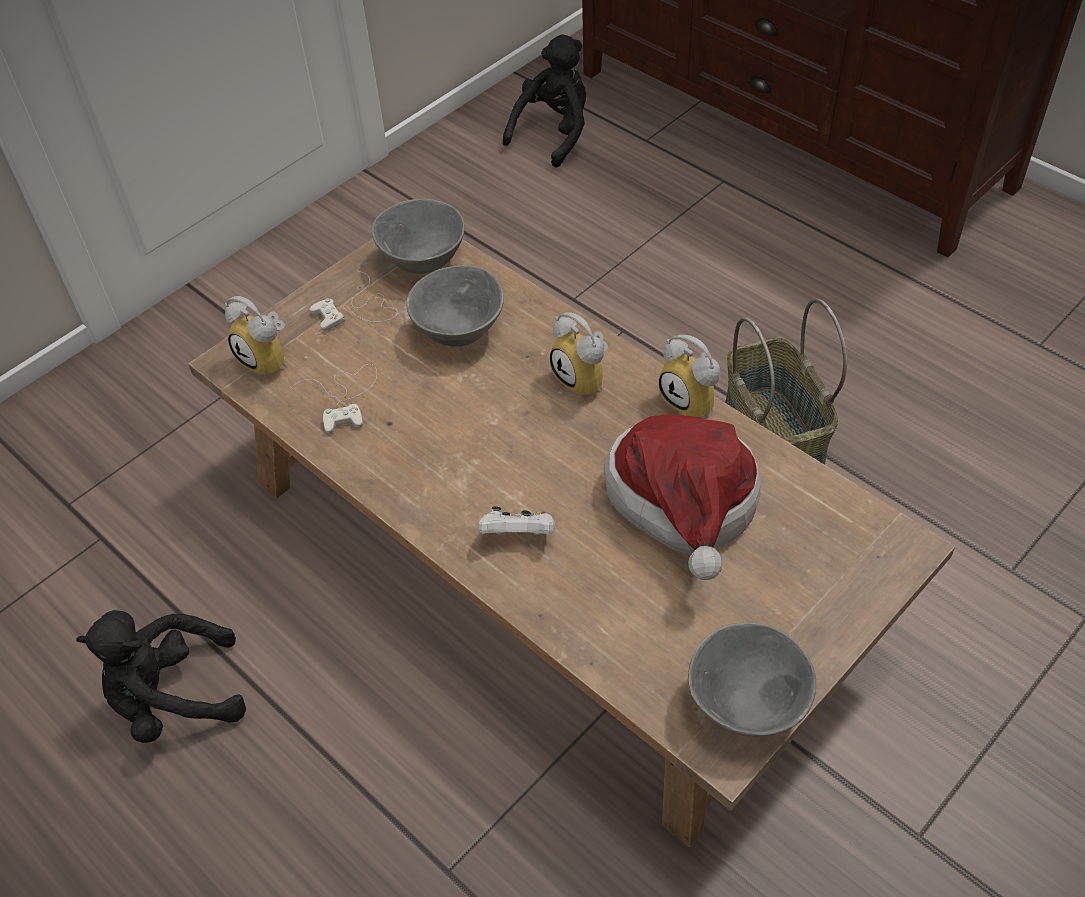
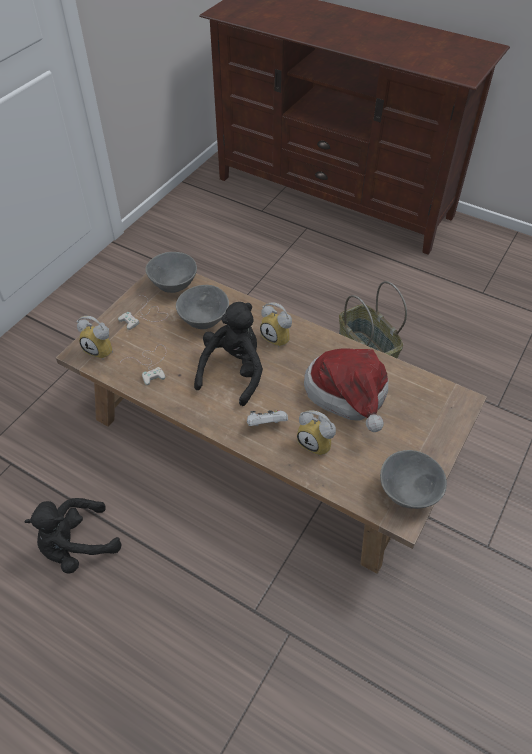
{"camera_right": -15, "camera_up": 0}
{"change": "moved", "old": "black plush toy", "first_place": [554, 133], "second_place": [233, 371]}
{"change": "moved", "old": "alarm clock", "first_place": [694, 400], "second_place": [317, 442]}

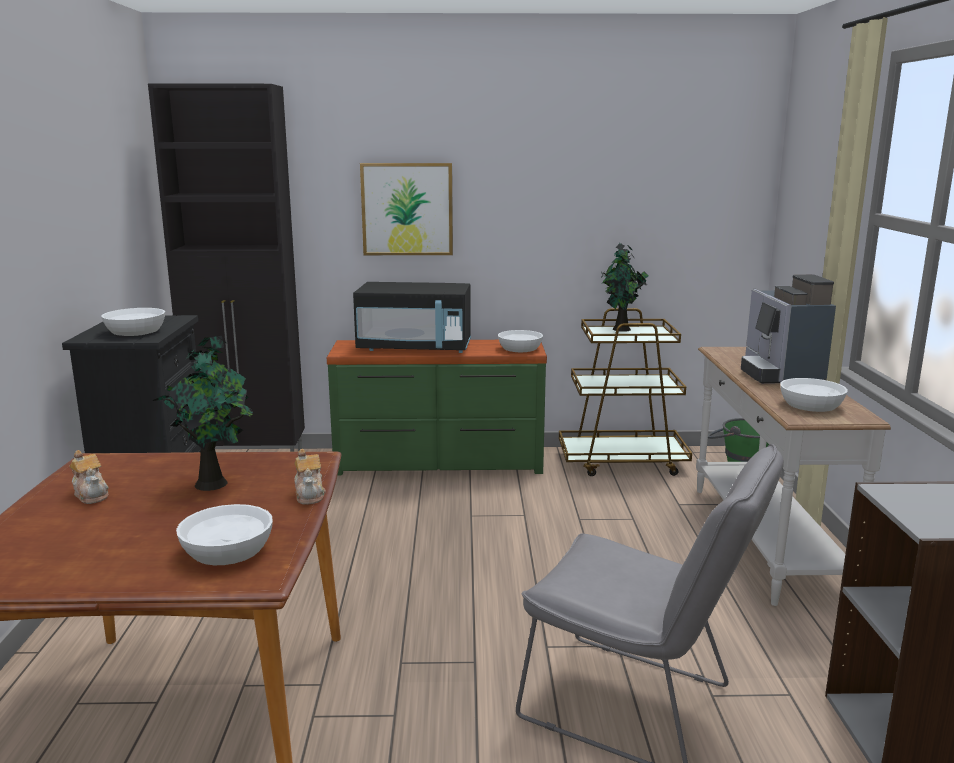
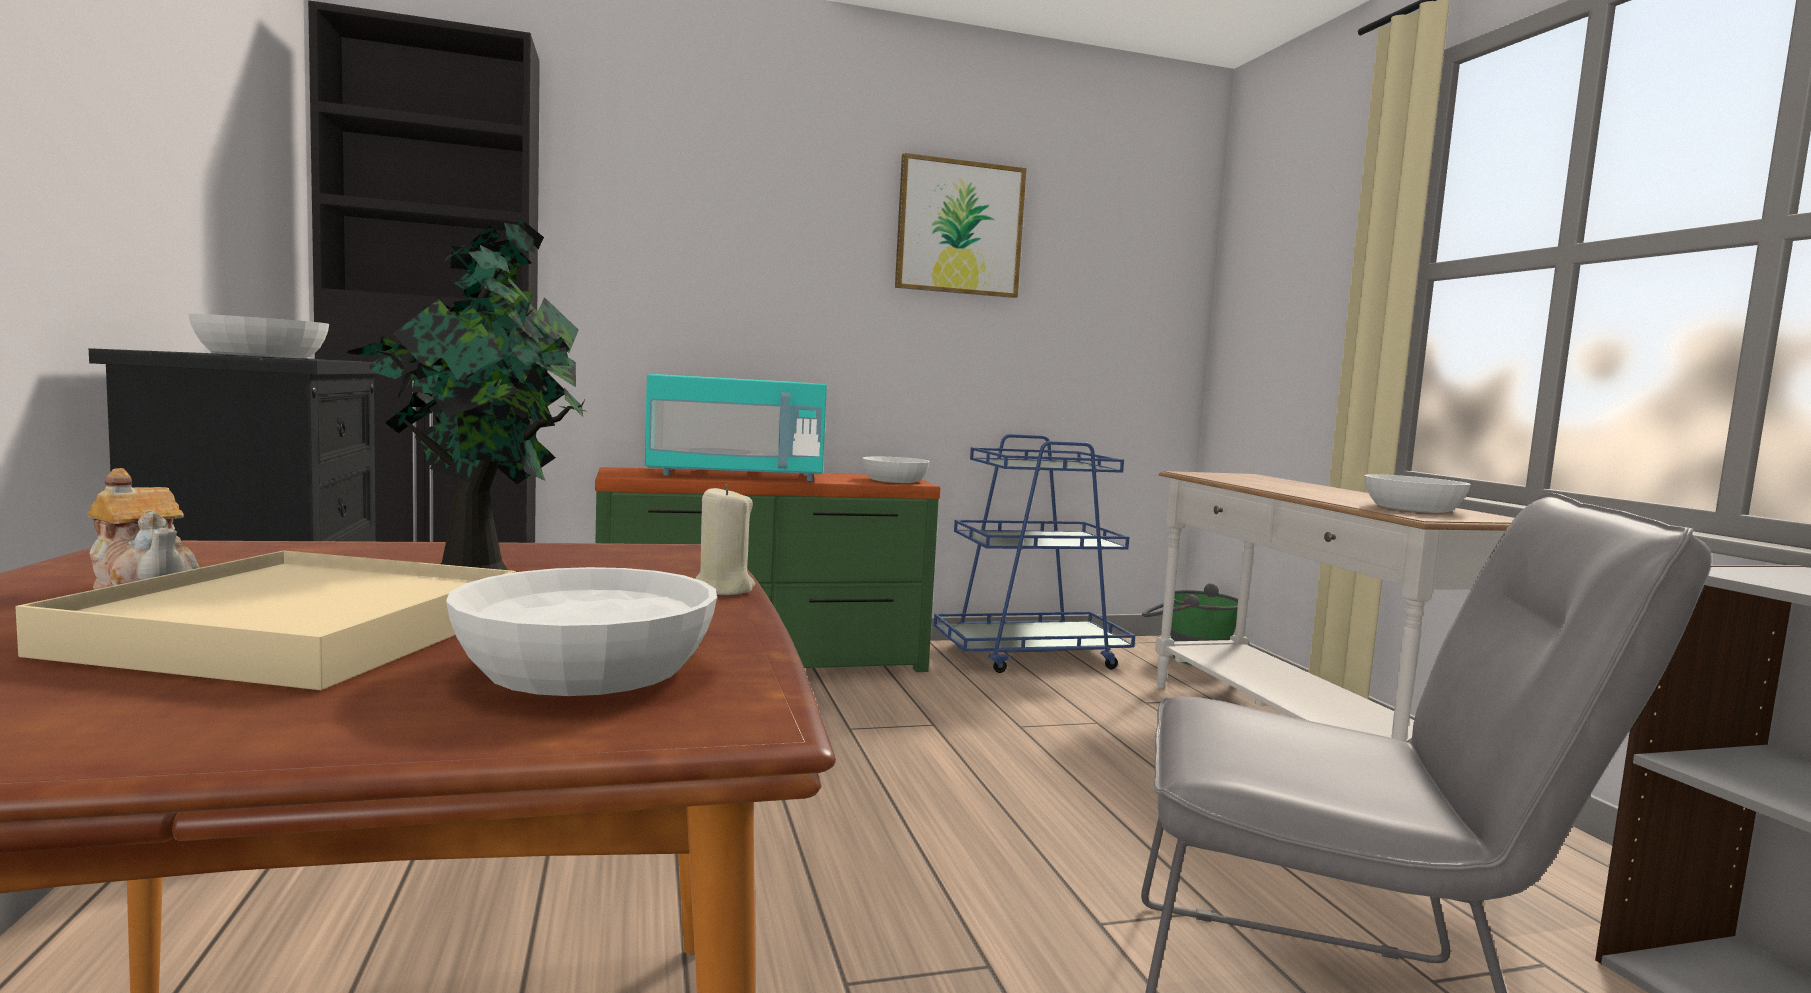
{"camera_right": -15, "camera_up": -10}
{"change": "removed", "old": "potted plant", "first_place": [621, 329]}
{"change": "removed", "old": "coffee brewer", "first_place": [779, 373]}
{"change": "added", "new": "beige-coloured carrying tray", "second_place": [299, 631]}
{"change": "moved", "old": "wall picture", "first_place": [407, 209], "second_place": [959, 228]}
{"change": "replaced", "old": "teapot", "new": "beige-coloured candle", "first_place": [310, 494], "second_place": [722, 589]}
{"change": "recoloured", "old": "black kitchen microwave", "new": "turquoise kitchen microwave", "first_place": [415, 348], "second_place": [736, 476]}
{"change": "recoloured", "old": "brown cart", "new": "bluish cart", "first_place": [622, 462], "second_place": [1031, 656]}

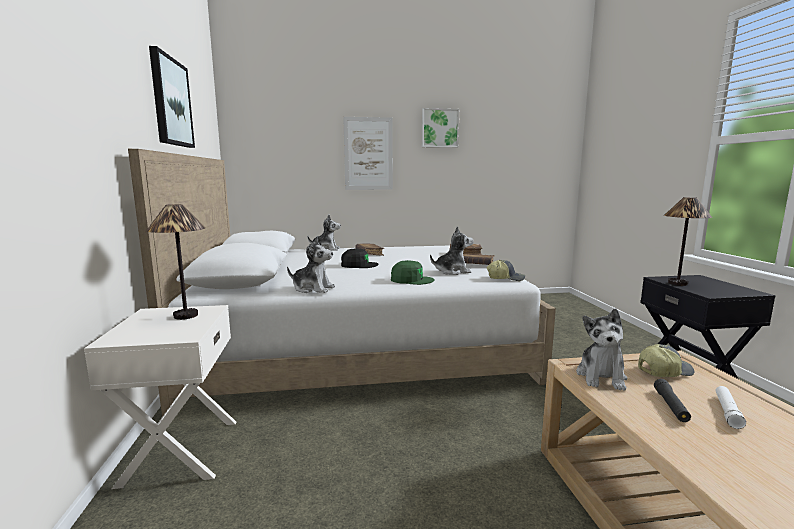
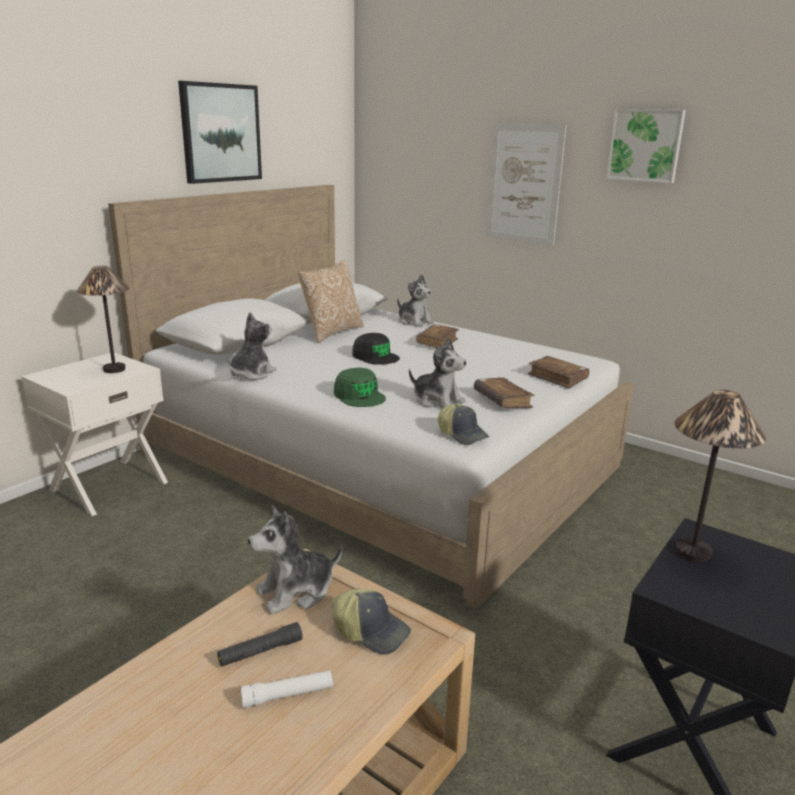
{"camera_right": 45, "camera_up": 10}
{"change": "added", "new": "throw pillow", "second_place": [331, 332]}
{"change": "turned", "old": "plush toy", "first_place": [313, 289], "second_place": [251, 374], "degrees": -120}

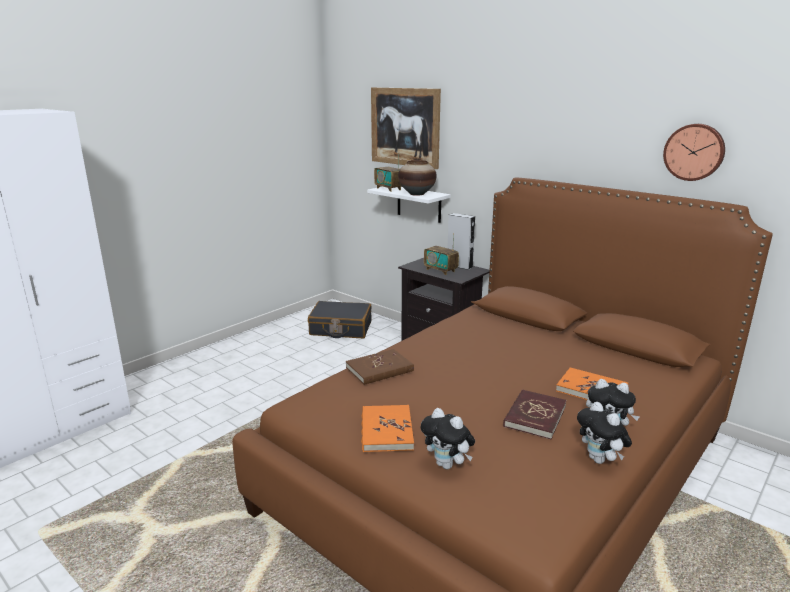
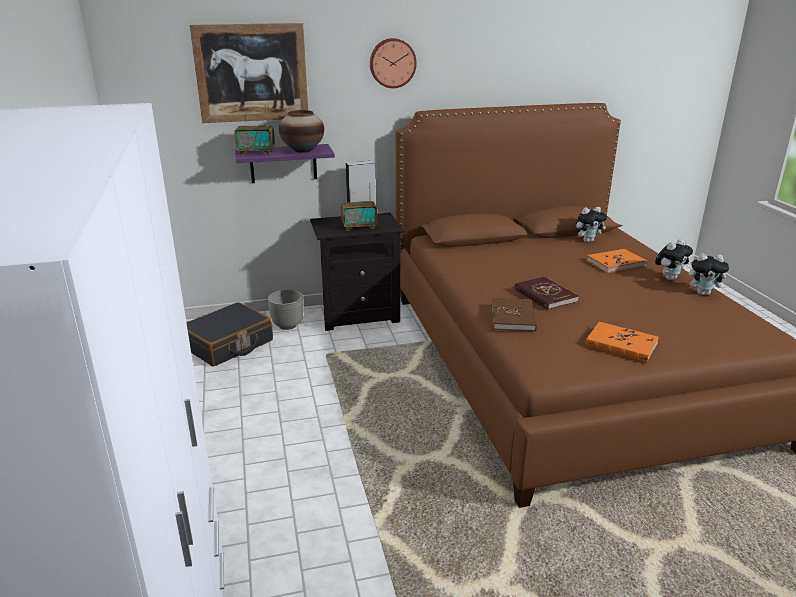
{"camera_right": -55, "camera_up": 5}
{"change": "added", "new": "planter", "second_place": [287, 325]}
{"change": "moved", "old": "plush toy", "first_place": [447, 465], "second_place": [588, 241]}
{"change": "moved", "old": "reddish volume", "first_place": [534, 416], "second_place": [545, 295]}
{"change": "moved", "old": "hanging clock", "first_place": [694, 152], "second_place": [392, 63]}
{"change": "recoloured", "old": "white bracket shelf", "new": "purplish bracket shelf", "first_place": [419, 204], "second_place": [283, 163]}

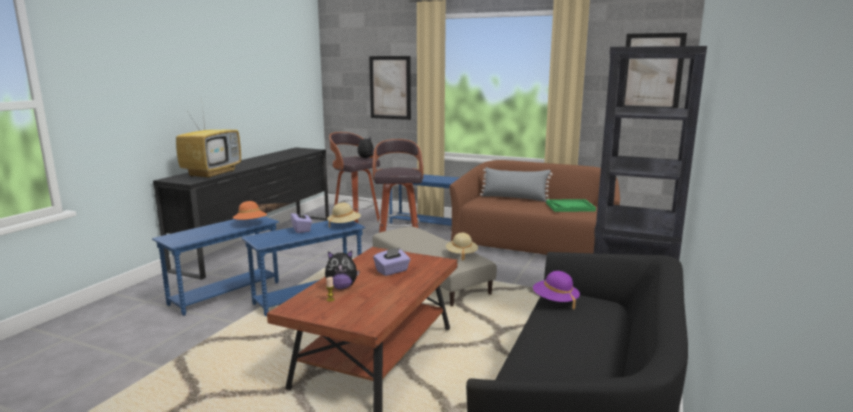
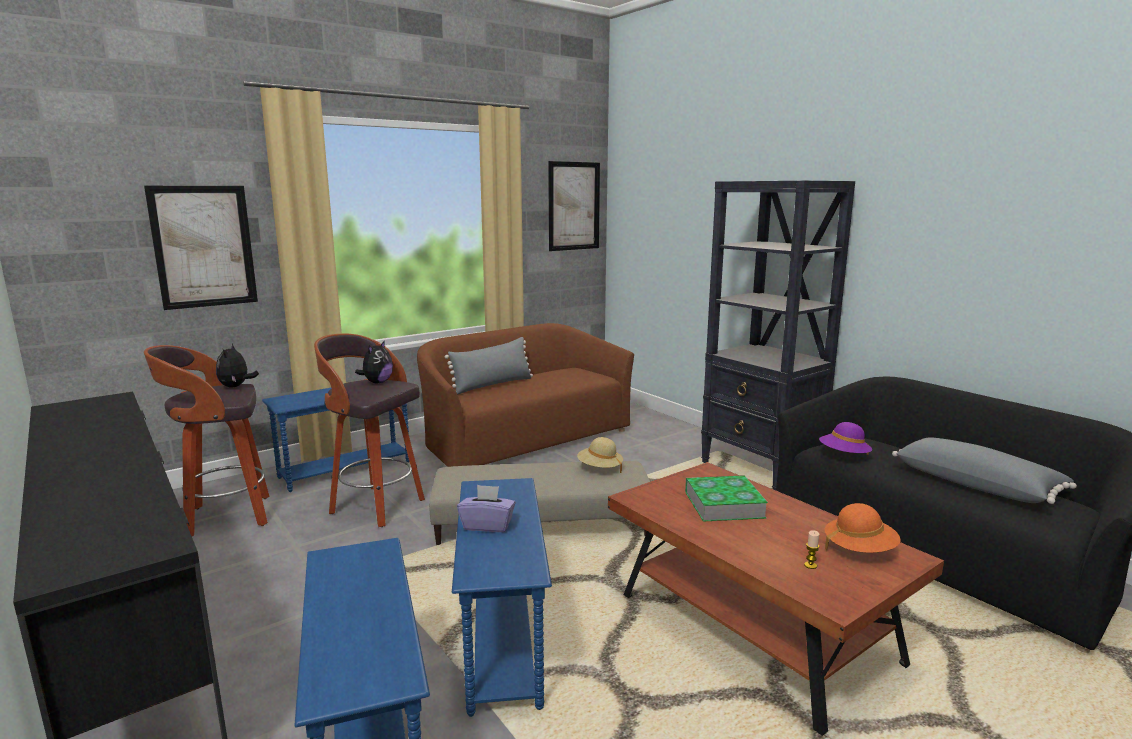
{"camera_right": -60, "camera_up": 0}
{"change": "removed", "old": "TV set", "first_place": [212, 173]}
{"change": "removed", "old": "beige-coloured clothing hat", "first_place": [344, 225]}
{"change": "removed", "old": "green-coloured carrying tray", "first_place": [570, 207]}
{"change": "added", "new": "gray throw pillow", "second_place": [976, 485]}
{"change": "moved", "old": "orange-coloured clothing hat", "first_place": [250, 223], "second_place": [859, 549]}
{"change": "moved", "old": "plush toy", "first_place": [341, 287], "second_place": [377, 382]}
{"change": "replaced", "old": "purplish box of tissues", "new": "volume", "first_place": [392, 271], "second_place": [724, 504]}

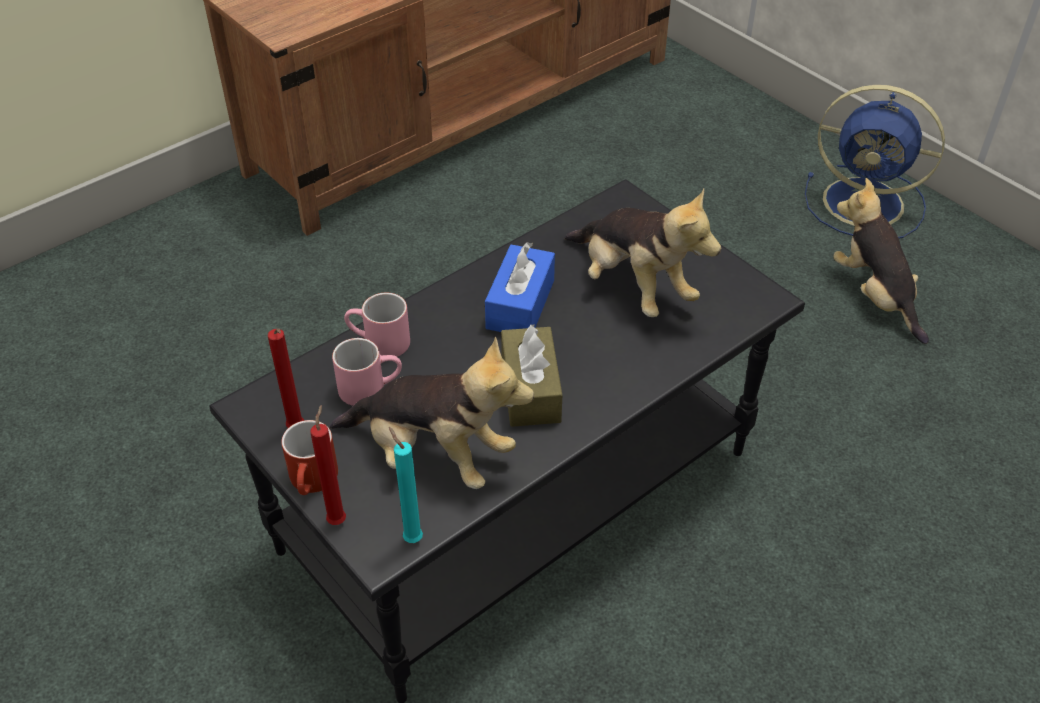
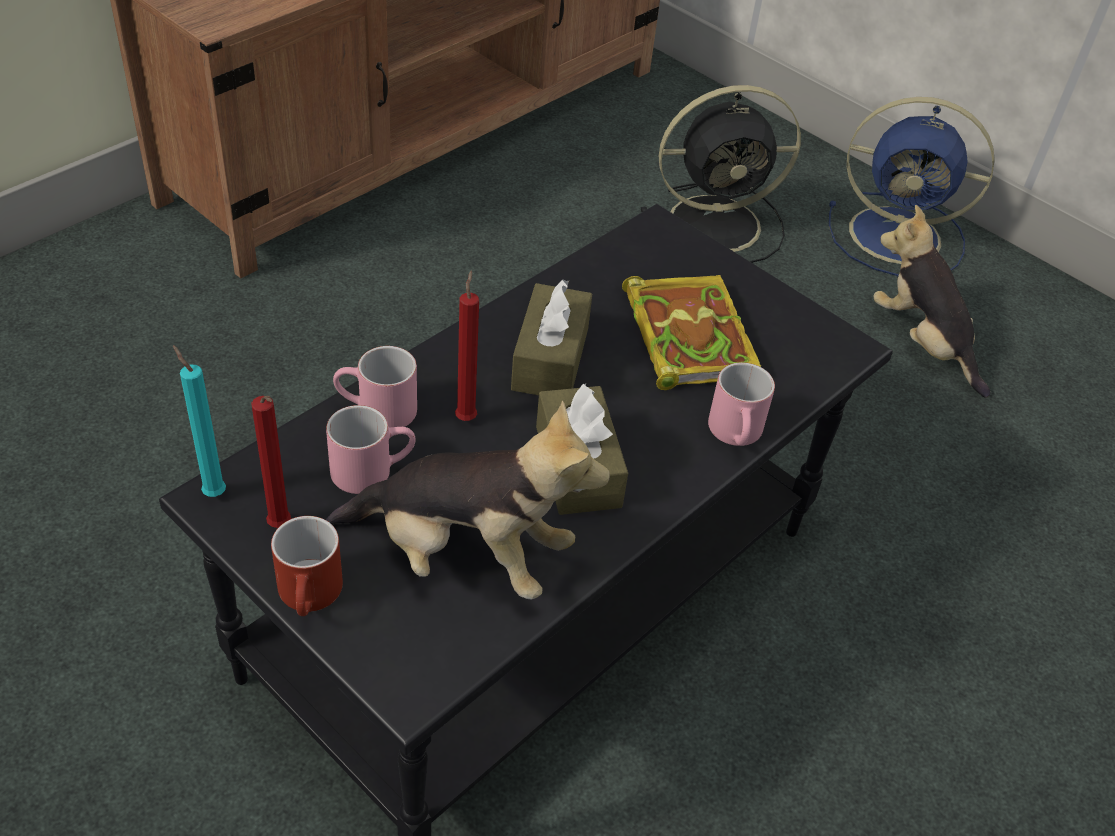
{"camera_right": -10, "camera_up": 0}
{"change": "added", "new": "black electric fan", "second_place": [719, 224]}
{"change": "added", "new": "pinkish coffee mug", "second_place": [738, 434]}
{"change": "moved", "old": "reddish candle", "first_place": [338, 519], "second_place": [466, 416]}
{"change": "moved", "old": "turquoise candle", "first_place": [411, 537], "second_place": [212, 492]}
{"change": "replaced", "old": "plush toy", "new": "volume", "first_place": [633, 286], "second_place": [685, 334]}
{"change": "recoloured", "old": "bluish box of tissues", "new": "brown box of tissues", "first_place": [520, 304], "second_place": [550, 358]}

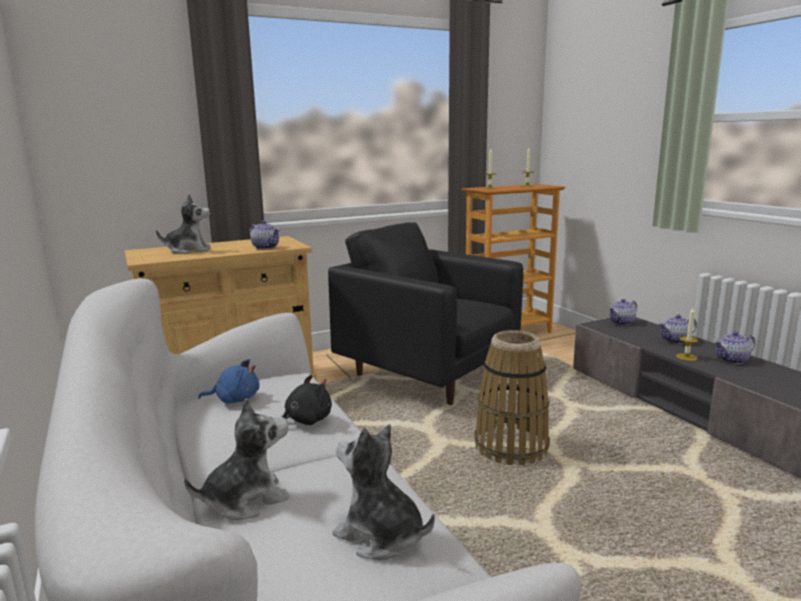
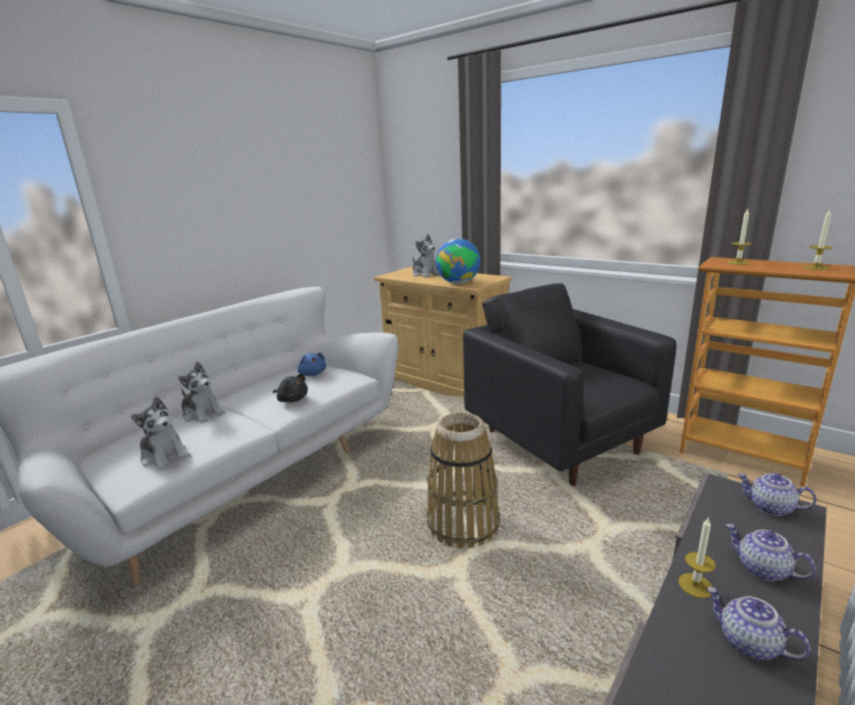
{"camera_right": 65, "camera_up": 5}
{"change": "replaced", "old": "teapot", "new": "globe", "first_place": [266, 247], "second_place": [458, 283]}
{"change": "turned", "old": "black armchair", "first_place": [428, 375], "second_place": [560, 442], "degrees": -45}
{"change": "turned", "old": "plush toy", "first_place": [380, 535], "second_place": [165, 456], "degrees": 120}

